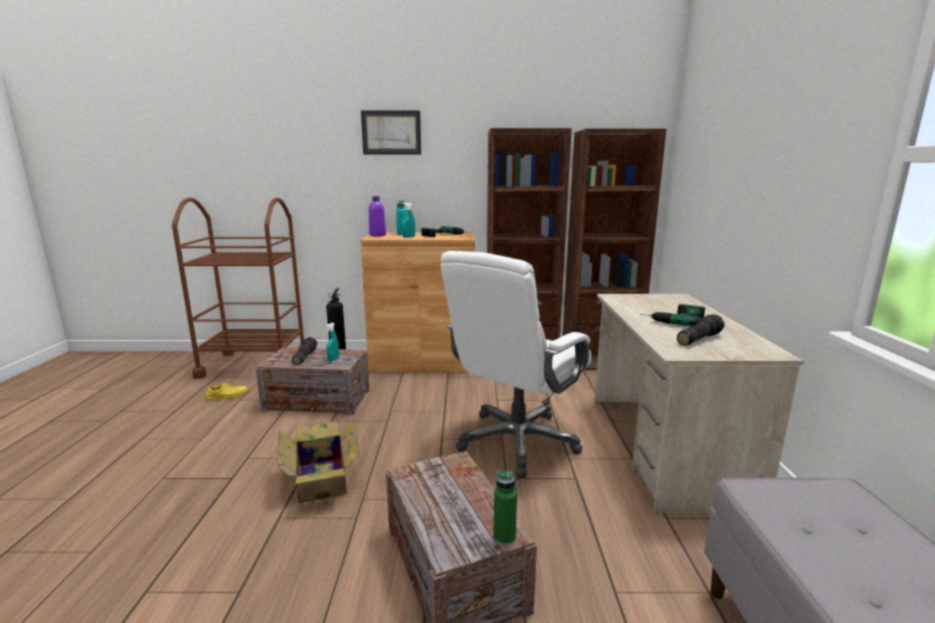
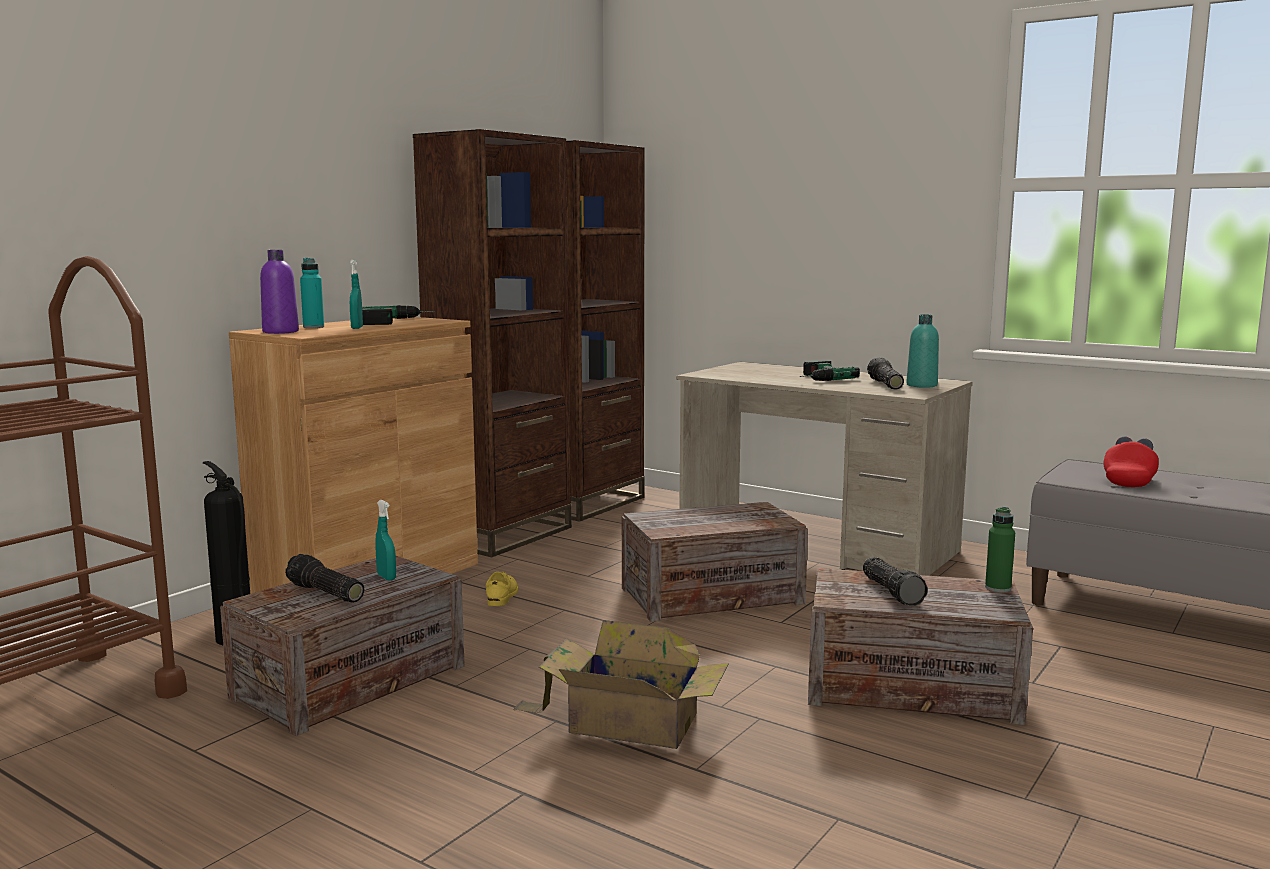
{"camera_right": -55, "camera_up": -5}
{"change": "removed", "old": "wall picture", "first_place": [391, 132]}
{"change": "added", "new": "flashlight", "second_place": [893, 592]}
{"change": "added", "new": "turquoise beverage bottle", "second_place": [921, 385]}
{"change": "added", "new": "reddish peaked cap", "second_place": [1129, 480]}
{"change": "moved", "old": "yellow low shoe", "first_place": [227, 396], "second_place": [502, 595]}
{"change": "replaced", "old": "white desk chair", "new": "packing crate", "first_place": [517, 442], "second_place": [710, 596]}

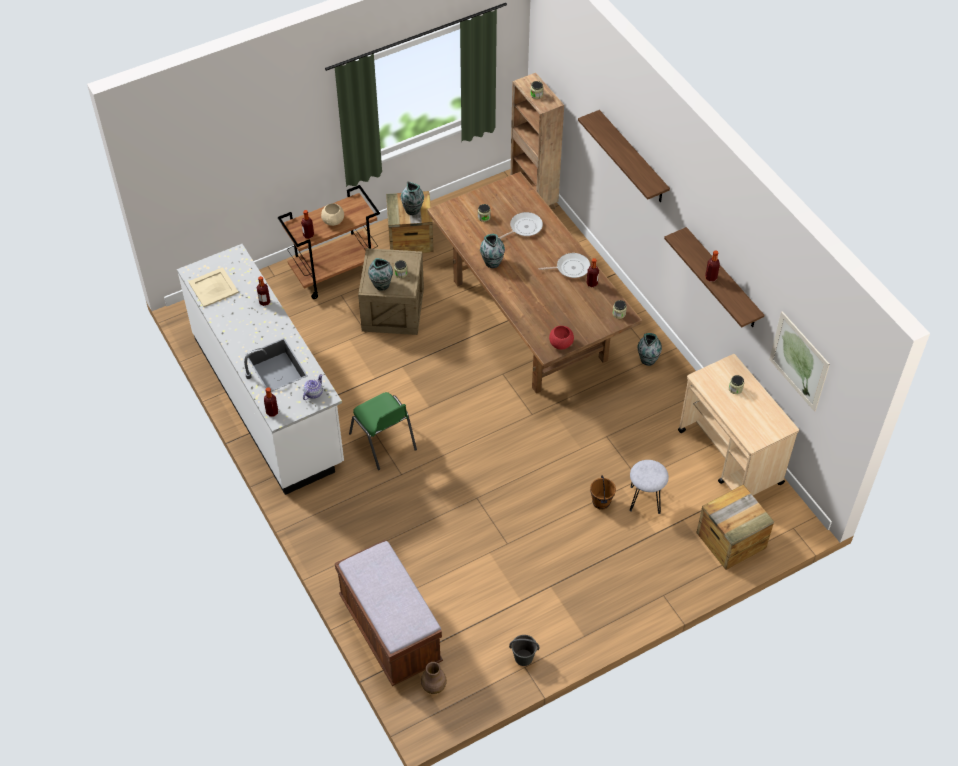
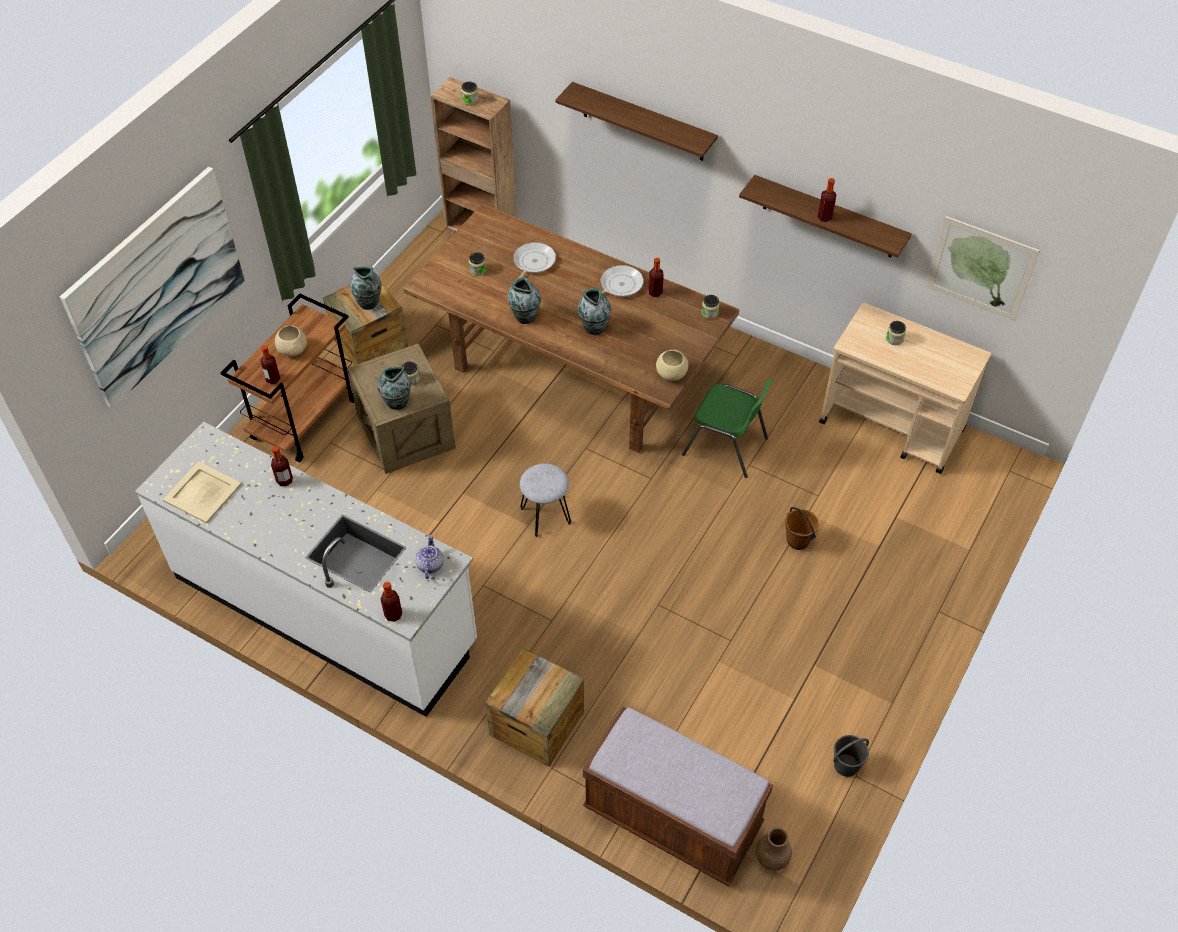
{"camera_right": -30, "camera_up": 0}
{"change": "added", "new": "wall picture", "second_place": [157, 286]}
{"change": "moved", "old": "green-coloured plain chair", "first_place": [383, 442], "second_place": [726, 447]}
{"change": "moved", "old": "gray sitting stool", "first_place": [645, 500], "second_place": [545, 516]}
{"change": "moved", "old": "vase", "first_place": [648, 359], "second_place": [594, 327]}
{"change": "moved", "old": "packing crate", "first_place": [731, 540], "second_place": [537, 723]}
{"change": "recoloured", "old": "reddish deep dish", "new": "beige-coloured deep dish", "first_place": [560, 344], "second_place": [671, 374]}

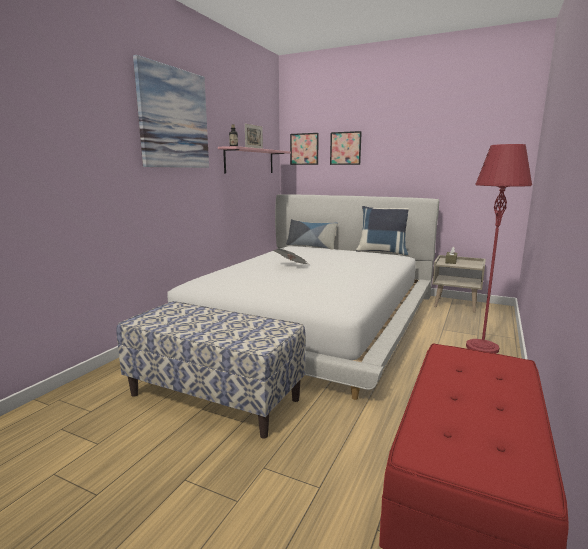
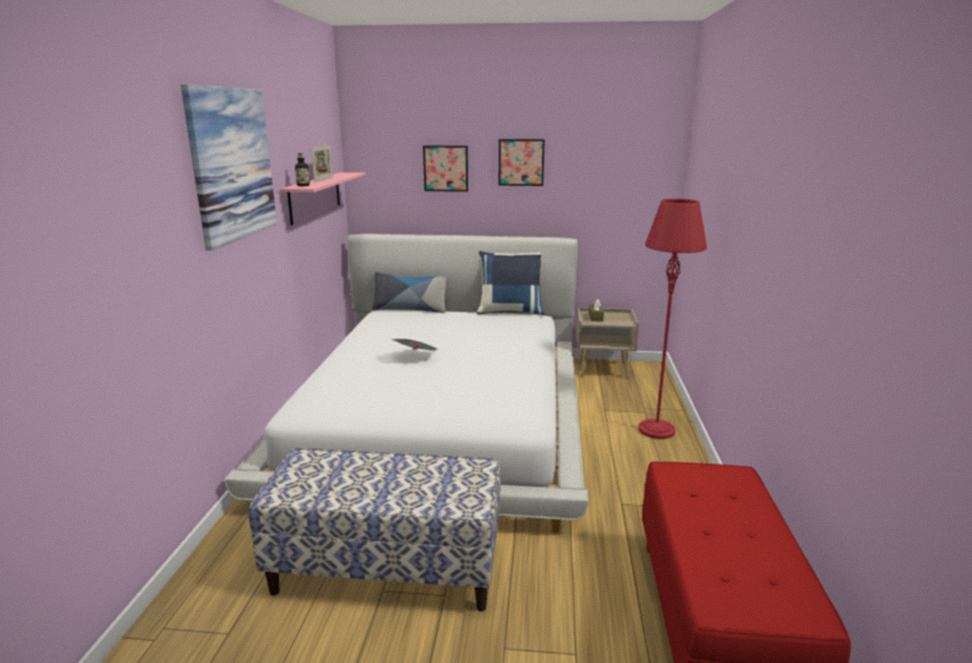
{"camera_right": -20, "camera_up": 5}
{"change": "moved", "old": "wall picture", "first_place": [304, 149], "second_place": [521, 162]}

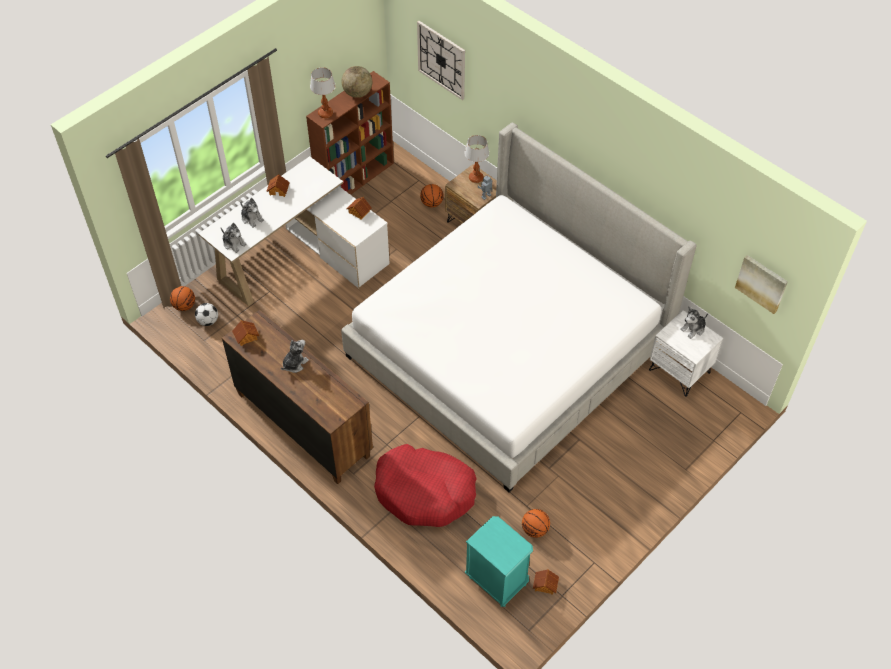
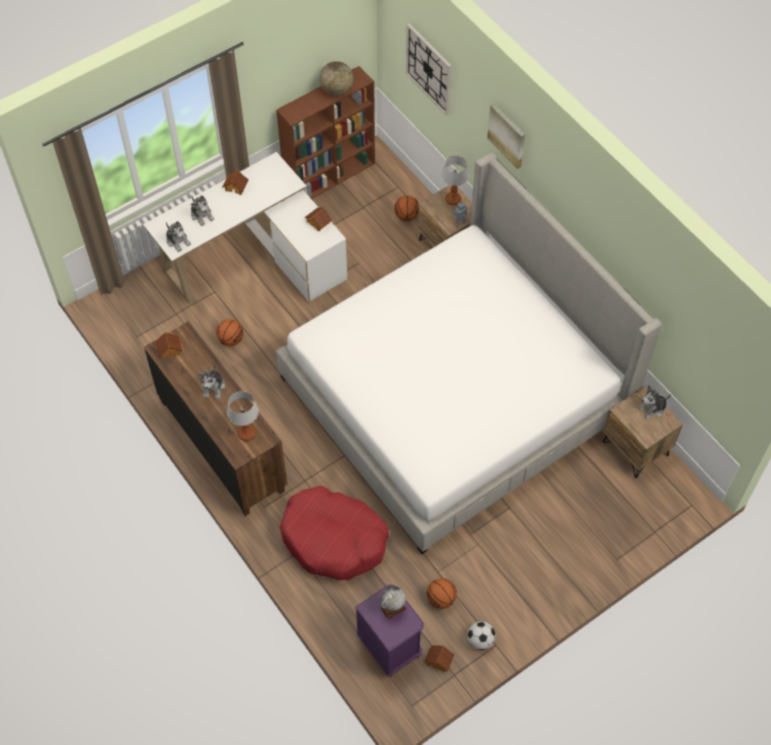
{"camera_right": 10, "camera_up": 5}
{"change": "added", "new": "globe", "second_place": [393, 608]}
{"change": "moved", "old": "basketball ball", "first_place": [184, 306], "second_place": [231, 340]}
{"change": "moved", "old": "football", "first_place": [208, 321], "second_place": [480, 640]}
{"change": "moved", "old": "table lamp", "first_place": [325, 113], "second_place": [246, 433]}
{"change": "moved", "old": "wall picture", "first_place": [762, 283], "second_place": [507, 135]}
{"change": "recoloured", "old": "turquoise nightstand", "new": "purplish nightstand", "first_place": [497, 580], "second_place": [389, 647]}
{"change": "recoloured", "old": "white nightstand", "new": "brown nightstand", "first_place": [680, 371], "second_place": [636, 448]}
{"change": "turned", "old": "plush toy", "first_place": [294, 363], "second_place": [213, 387], "degrees": 135}

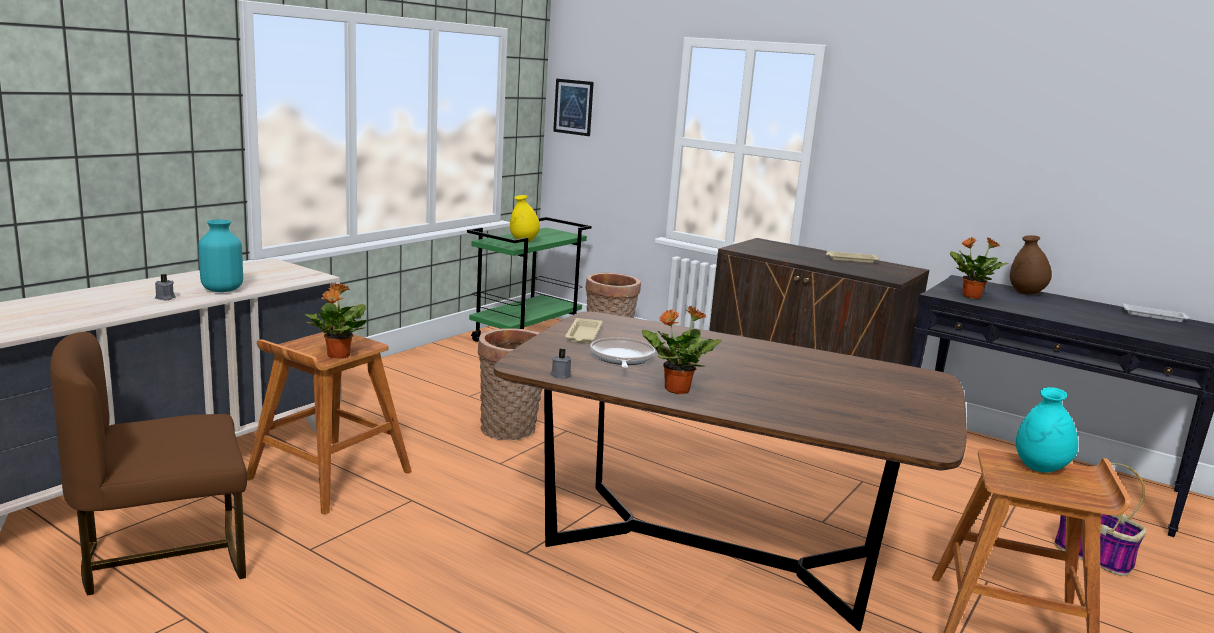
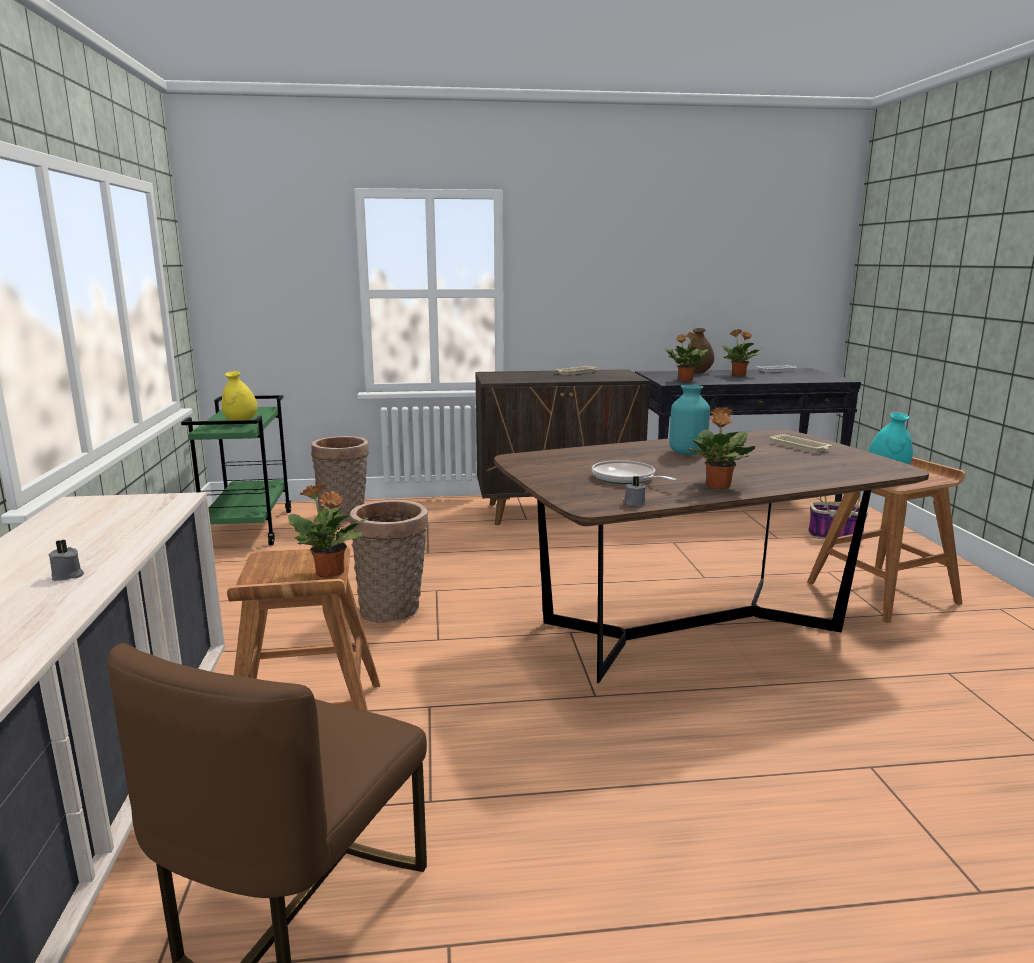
{"camera_right": -40, "camera_up": 0}
{"change": "removed", "old": "wall picture", "first_place": [573, 107]}
{"change": "added", "new": "potted plant", "second_place": [739, 375]}
{"change": "moved", "old": "turquoise vase", "first_place": [221, 289], "second_place": [687, 453]}
{"change": "moved", "old": "beige-coloured carrying tray", "first_place": [583, 335], "second_place": [800, 447]}

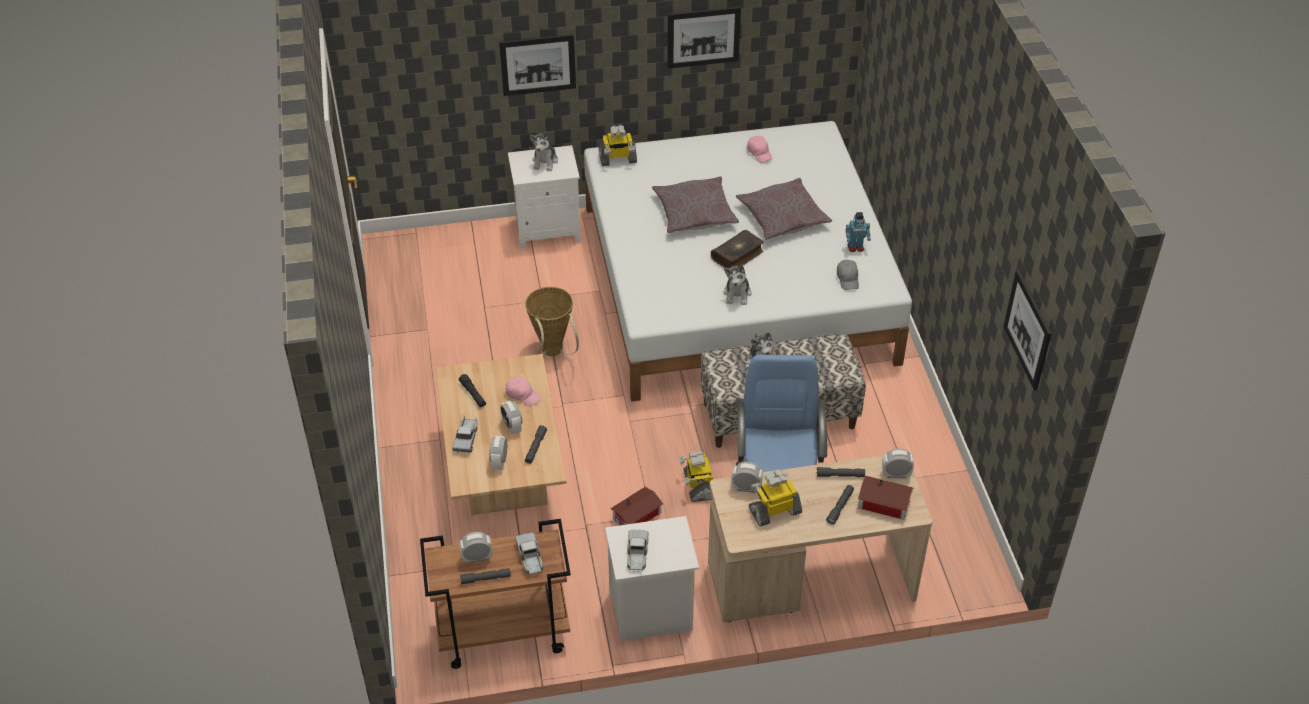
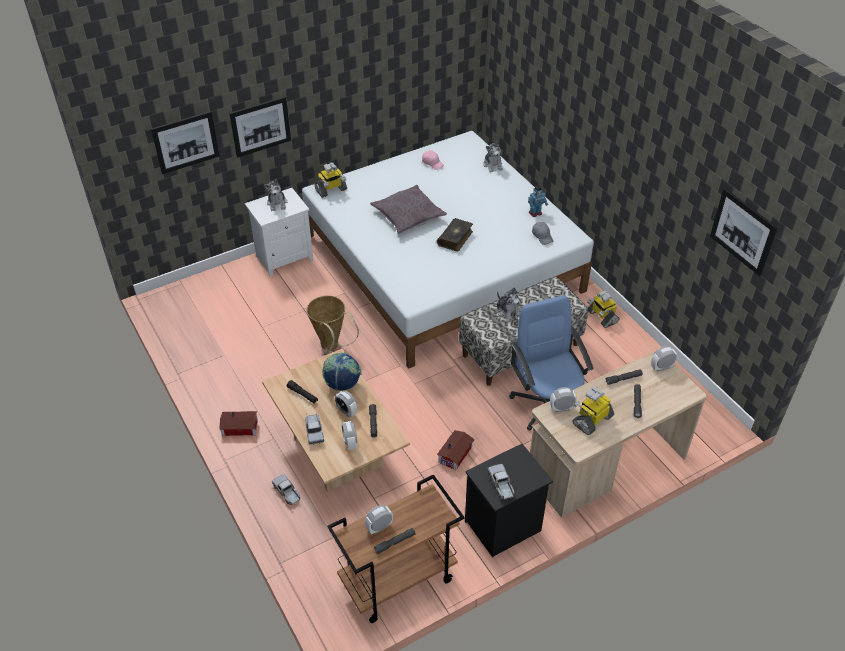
{"camera_right": -20, "camera_up": 0}
{"change": "removed", "old": "gray throw pillow", "first_place": [782, 217]}
{"change": "moved", "old": "model truck", "first_place": [530, 558], "second_place": [287, 492]}
{"change": "moved", "old": "wall picture", "first_place": [703, 37], "second_place": [186, 142]}
{"change": "moved", "old": "robot figure", "first_place": [698, 485], "second_place": [601, 317]}
{"change": "moved", "old": "plush toy", "first_place": [737, 294], "second_place": [493, 165]}
{"change": "moved", "old": "model house", "first_place": [885, 505], "second_place": [241, 428]}
{"change": "replaced", "old": "pinkish peaked cap", "new": "globe", "first_place": [522, 395], "second_place": [342, 384]}
{"change": "recoloured", "old": "white nightstand", "new": "black nightstand", "first_place": [650, 612], "second_place": [503, 527]}

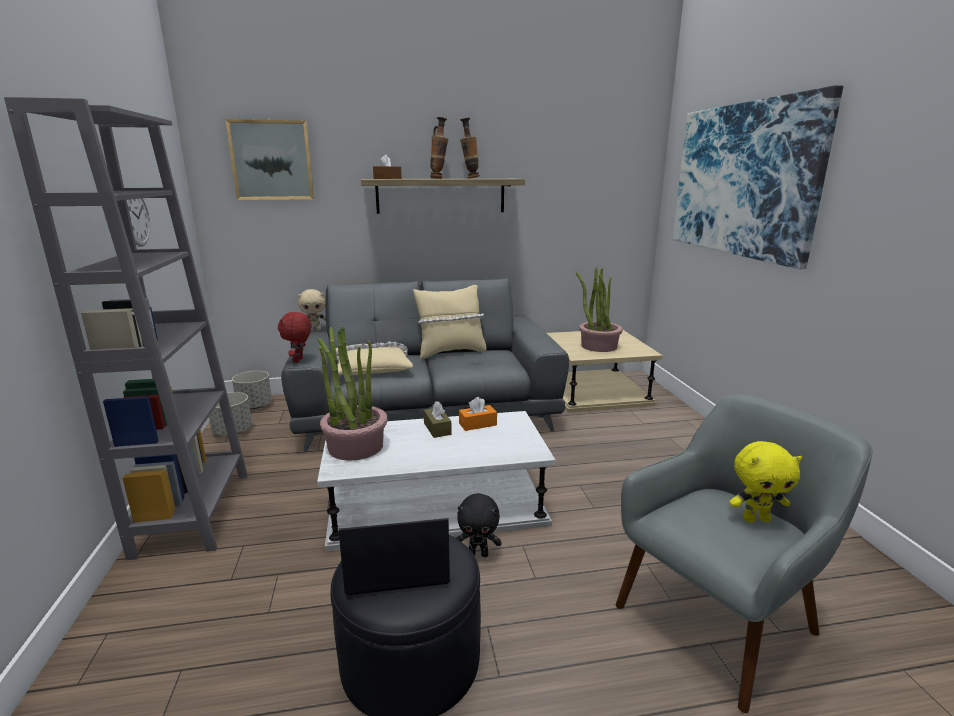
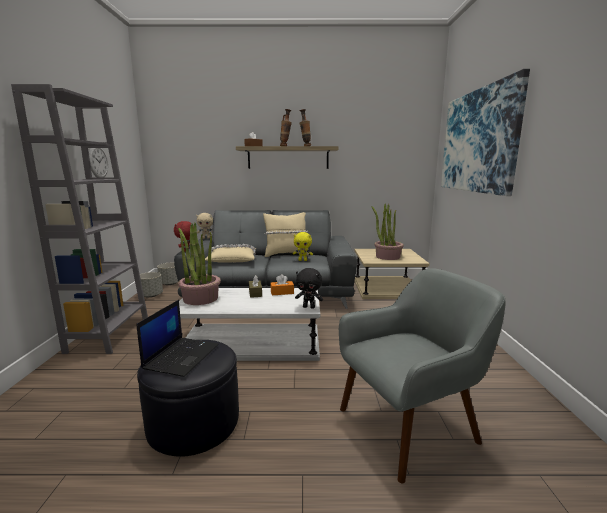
{"camera_right": 10, "camera_up": -5}
{"change": "removed", "old": "wall picture", "first_place": [272, 160]}
{"change": "moved", "old": "black plush toy", "first_place": [478, 554], "second_place": [309, 307]}
{"change": "moved", "old": "yellow plush toy", "first_place": [756, 519], "second_place": [303, 260]}
{"change": "turned", "old": "notebook computer", "first_place": [396, 566], "second_place": [182, 356], "degrees": 105}

